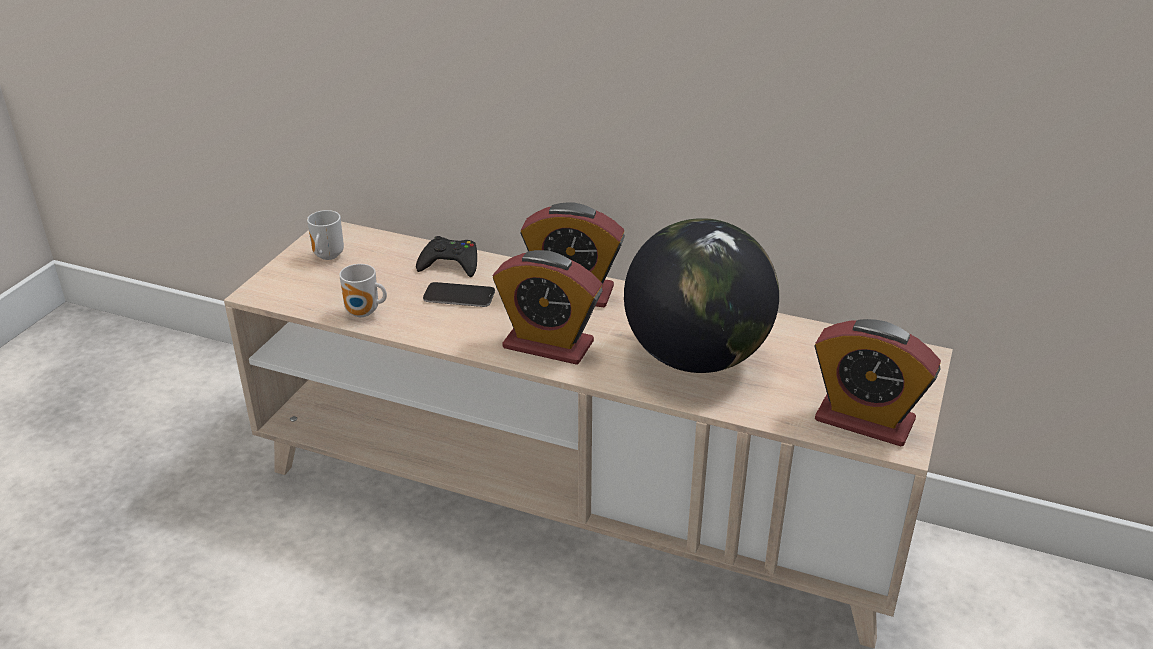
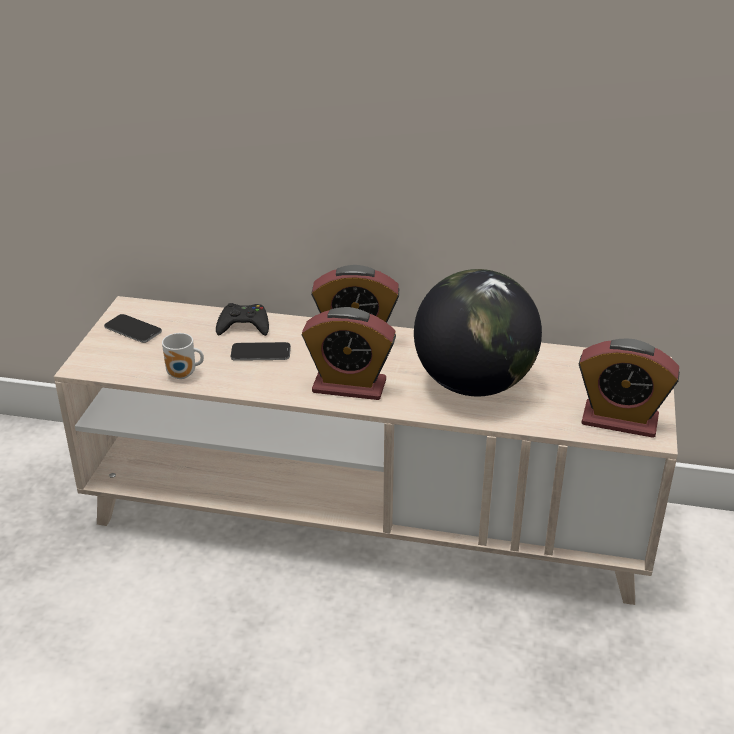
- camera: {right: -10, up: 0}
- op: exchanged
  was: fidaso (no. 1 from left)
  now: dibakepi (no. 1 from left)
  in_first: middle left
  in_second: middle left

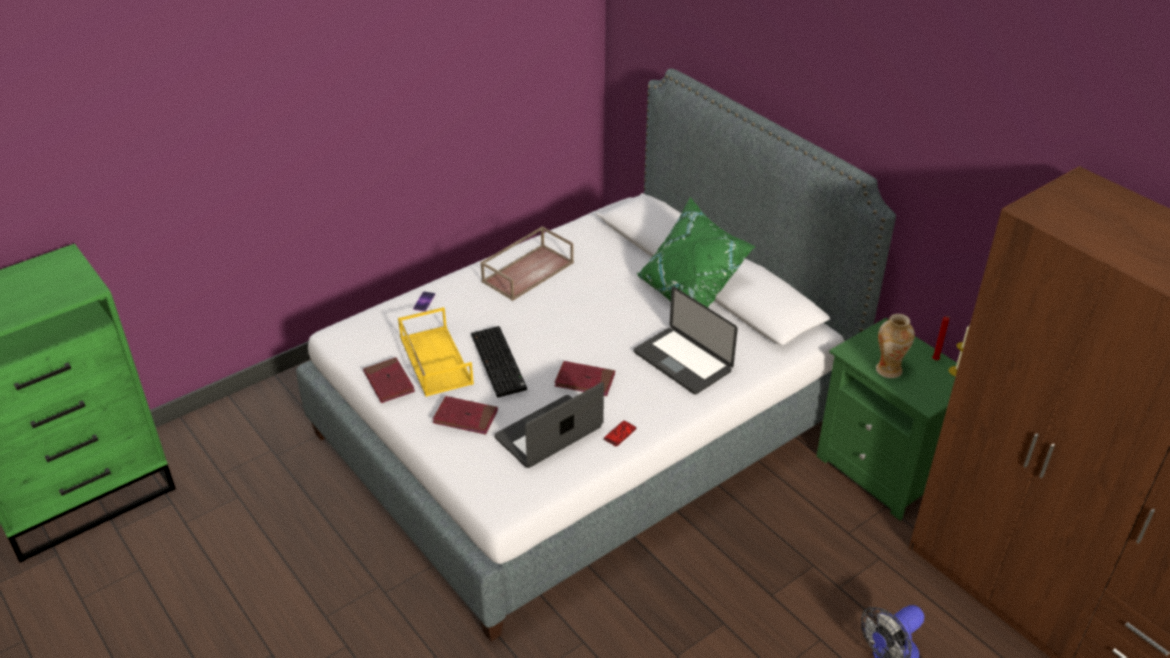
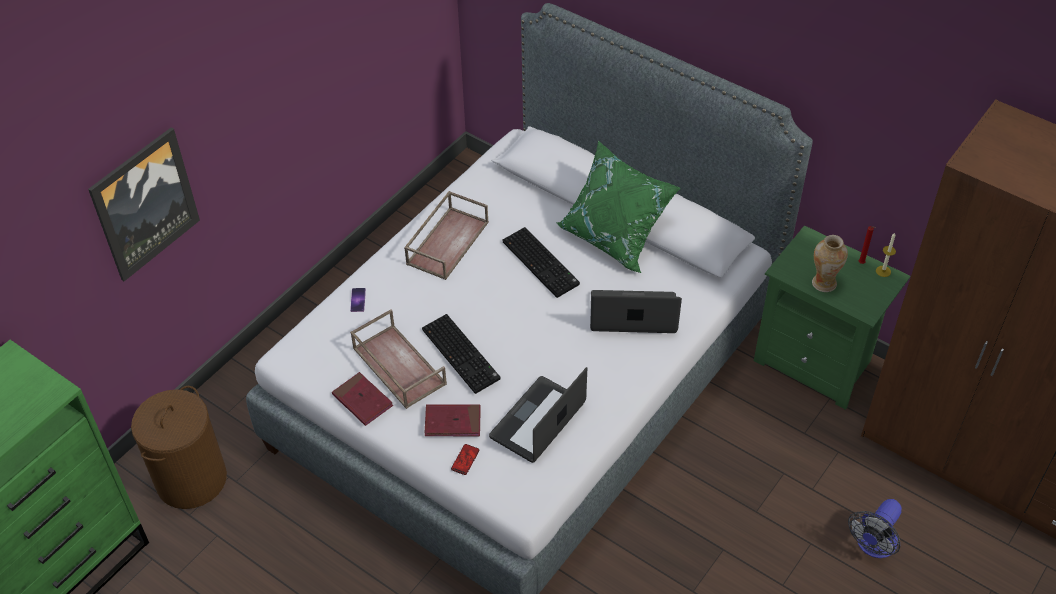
- camera: {right: -15, up: 10}
- op: missing
  was: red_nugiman (no. 3 from left)
  in_first: centre
- op: appeared
  now: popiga
  in_second: middle left
- op: appeared
  now: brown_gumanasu
  in_second: bottom left
- op: appeared
  now: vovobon (no. 2 from left)
  in_second: centre
- op: relocated
  was: dibakepi (no. 2 from left)
  in_first: centre
  in_second: bottom centre
- op: colour
  was: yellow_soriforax
  now: brown_soriforax (no. 1 from left)
  in_first: centre
  in_second: centre
- op: spun
  was: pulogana (no. 2 from left)
  in_first: centre
  in_second: centre
  clockwise: 150

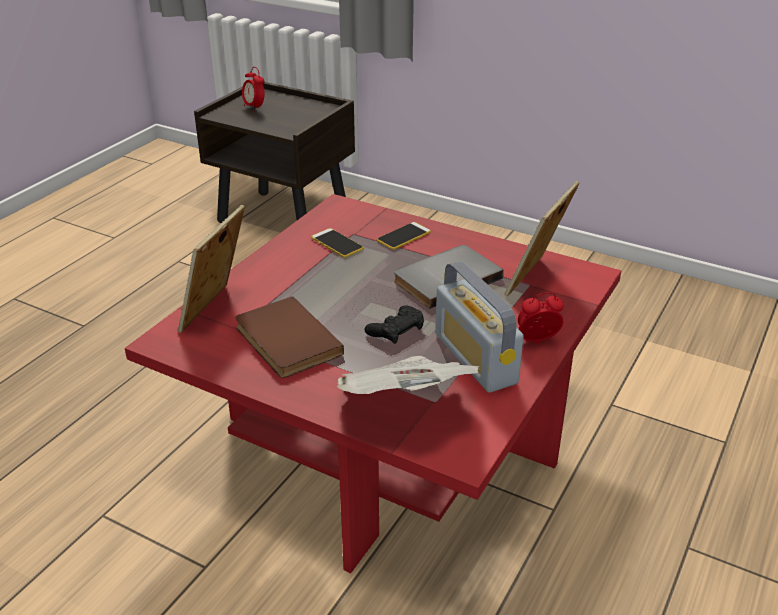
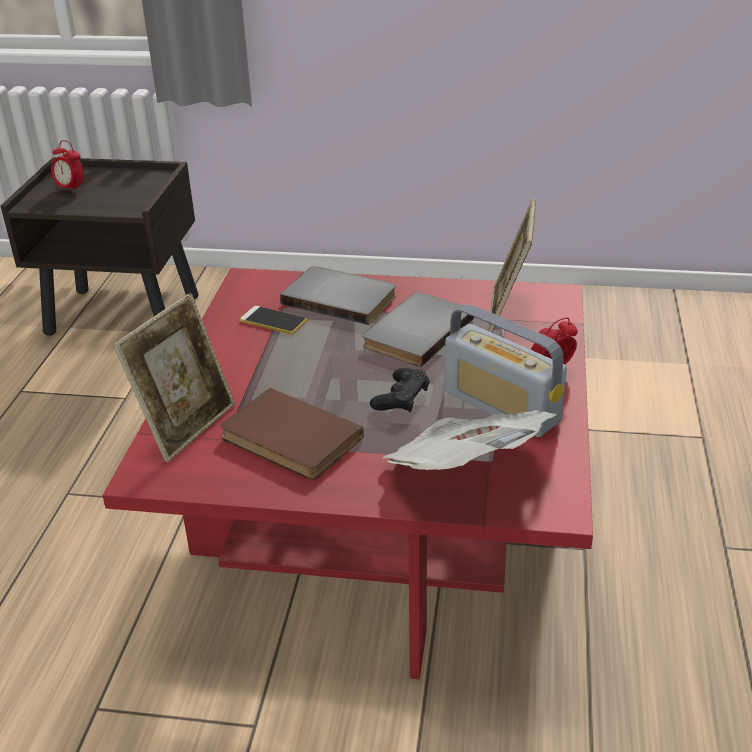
- camera: {right: -20, up: 0}
- op: exchanged
  was: dibakepi (no. 2 from left)
  now: grey_nugiman (no. 1 from left)
  in_first: centre
  in_second: centre
- op: spun
  was: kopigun (no. 1 from left)
  in_first: middle left
  in_second: middle left
  clockwise: -150

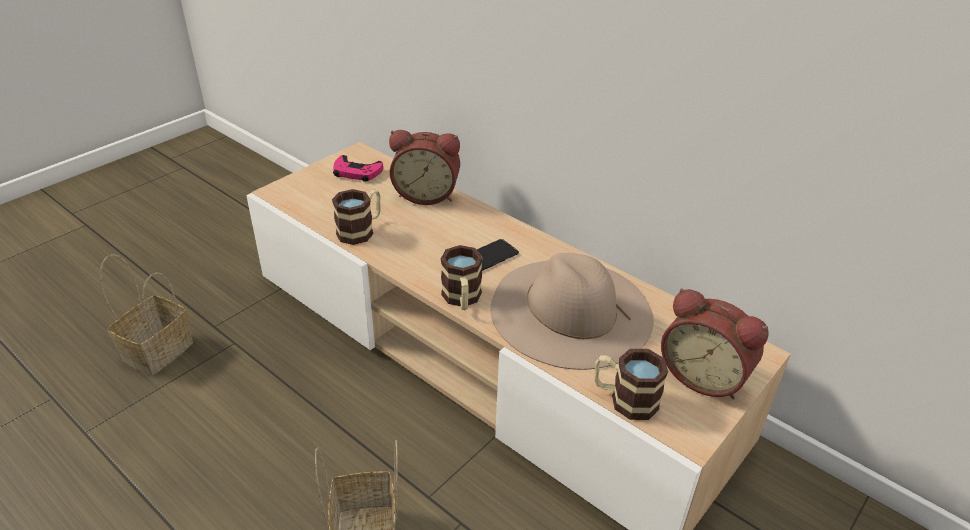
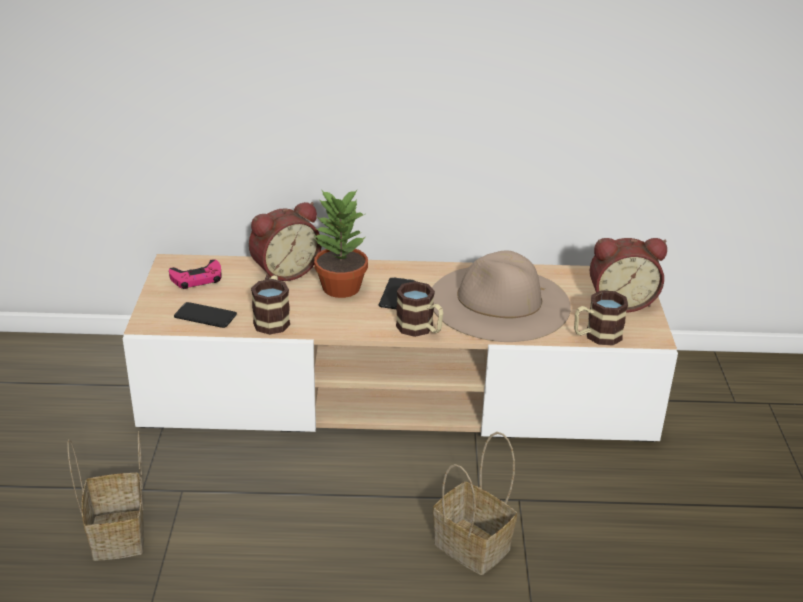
- camera: {right: -40, up: -5}
- op: appeared
  now: dibakepi (no. 1 from left)
  in_second: middle left
- op: appeared
  now: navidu
  in_second: centre

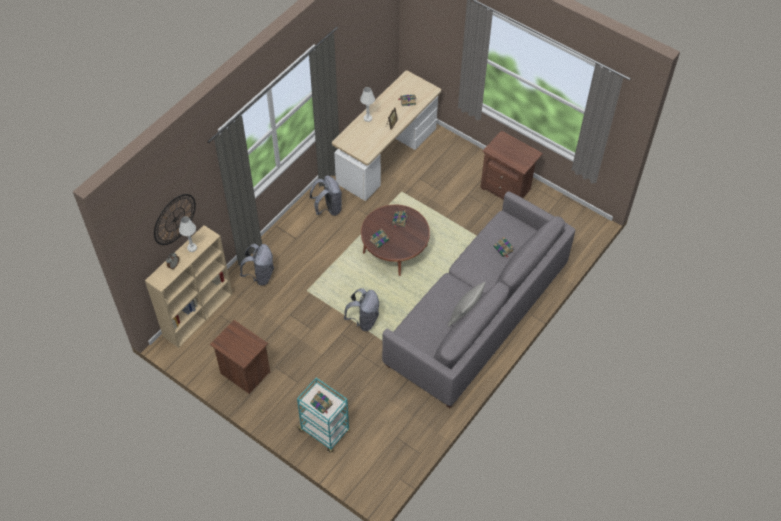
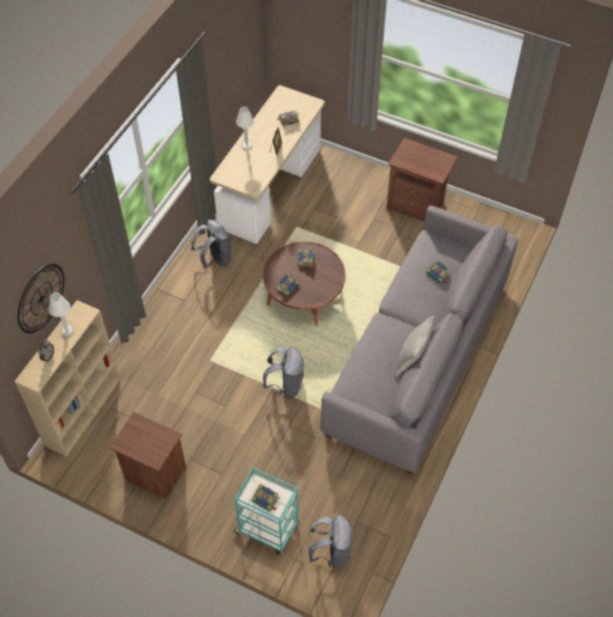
- camera: {right: -10, up: 0}
- op: relocated
  was: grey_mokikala (no. 1 from left in the first image)
  now: grey_mokikala (no. 3 from left)
  in_first: middle left
  in_second: bottom centre

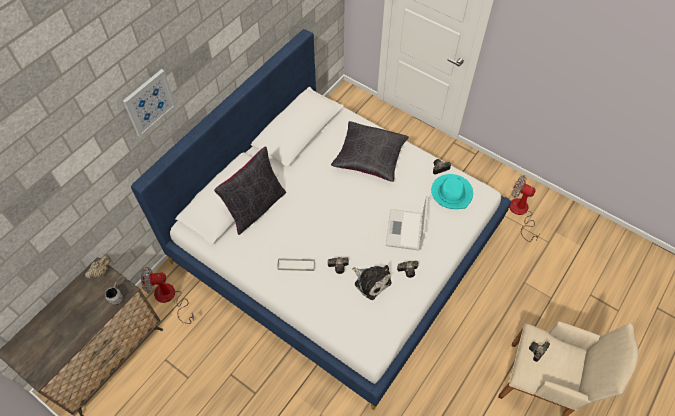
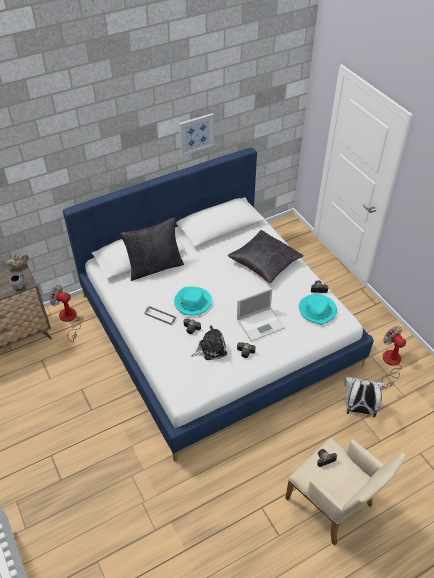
- camera: {right: 25, up: -10}
- op: appeared
  now: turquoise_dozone (no. 1 from left)
  in_second: centre
- op: appeared
  now: white_mokikala
  in_second: bottom right
- op: relocated
  was: popiga
  in_first: top left
  in_second: top centre
- op: spun
  was: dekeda
  in_first: bottom centre
  in_second: centre
  clockwise: -90
- op: spun
  was: pulogana
  in_first: centre
  in_second: centre
  clockwise: -150

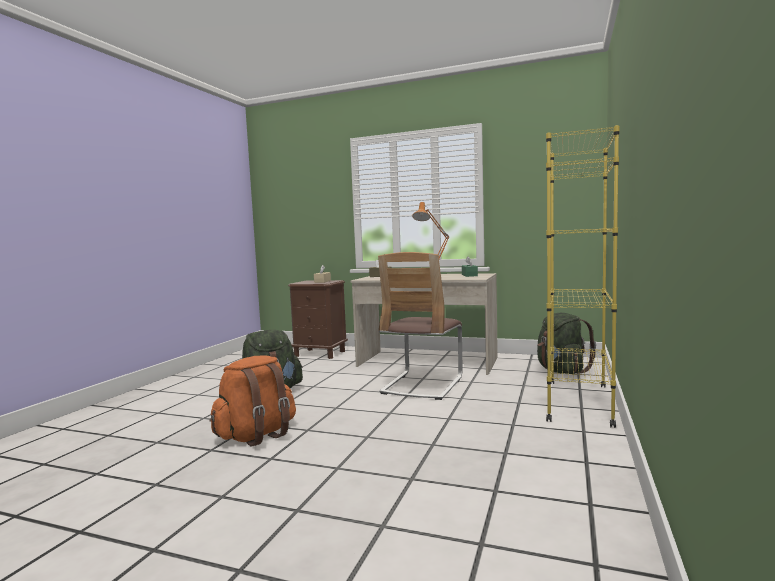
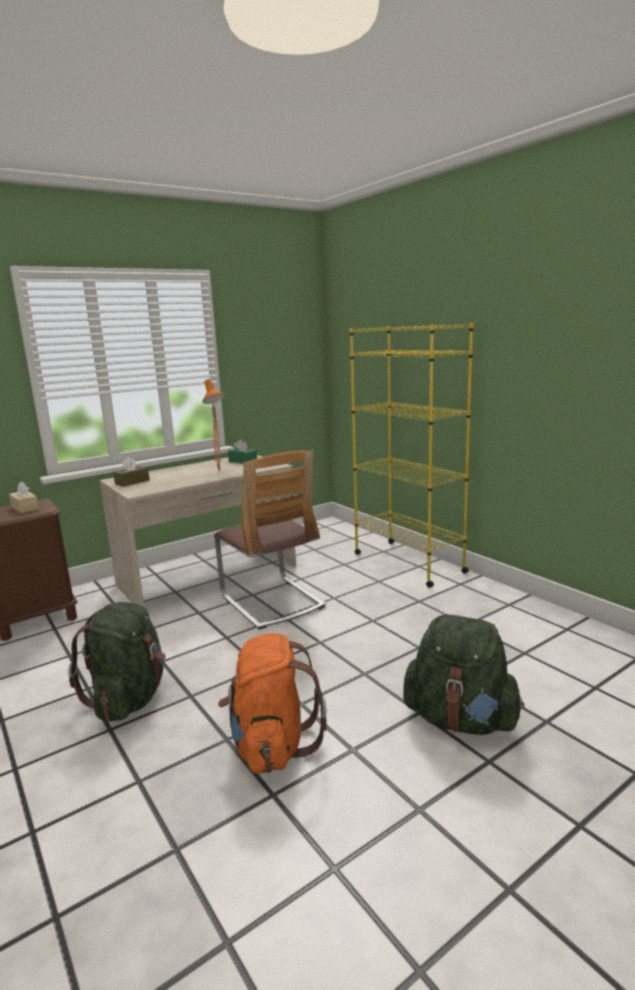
- camera: {right: -55, up: 10}
- op: relocated
  was: green_mokikala (no. 2 from left)
  in_first: middle right
  in_second: bottom right

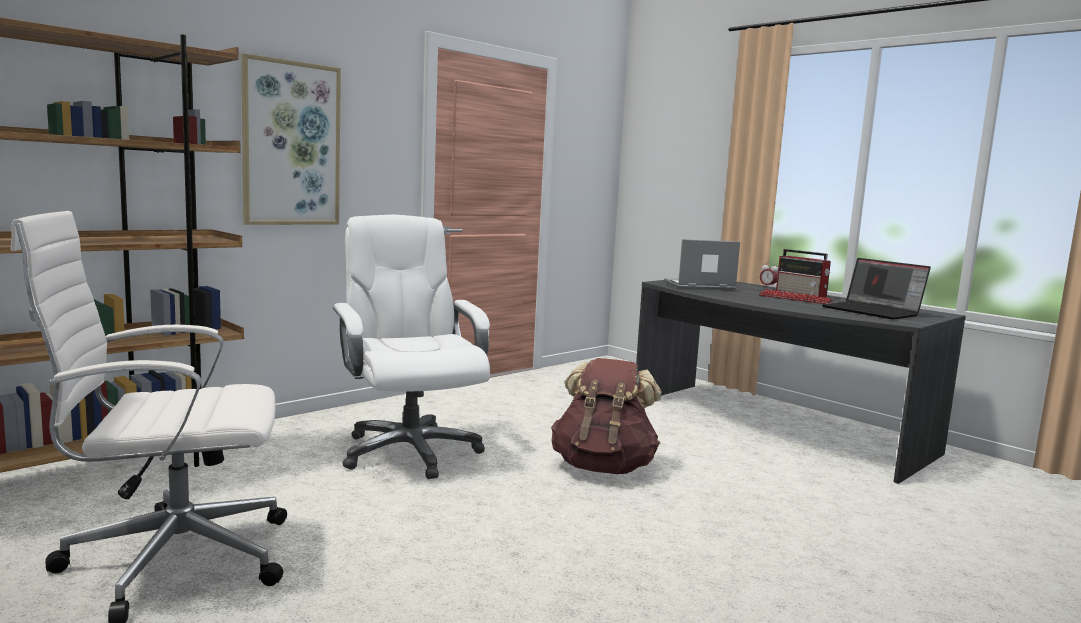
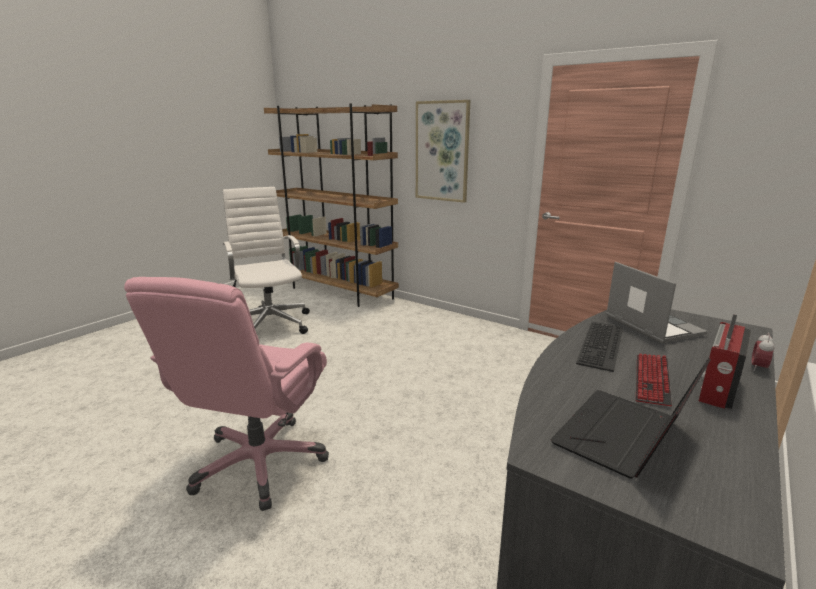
- camera: {right: 80, up: 10}
- op: missing
  was: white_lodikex (no. 2 from left)
  in_first: centre
- op: missing
  was: brown_mokikala
  in_first: bottom centre
- op: appeared
  now: pink_lodikex
  in_second: bottom left
- op: appeared
  now: vovobon (no. 1 from left)
  in_second: middle right

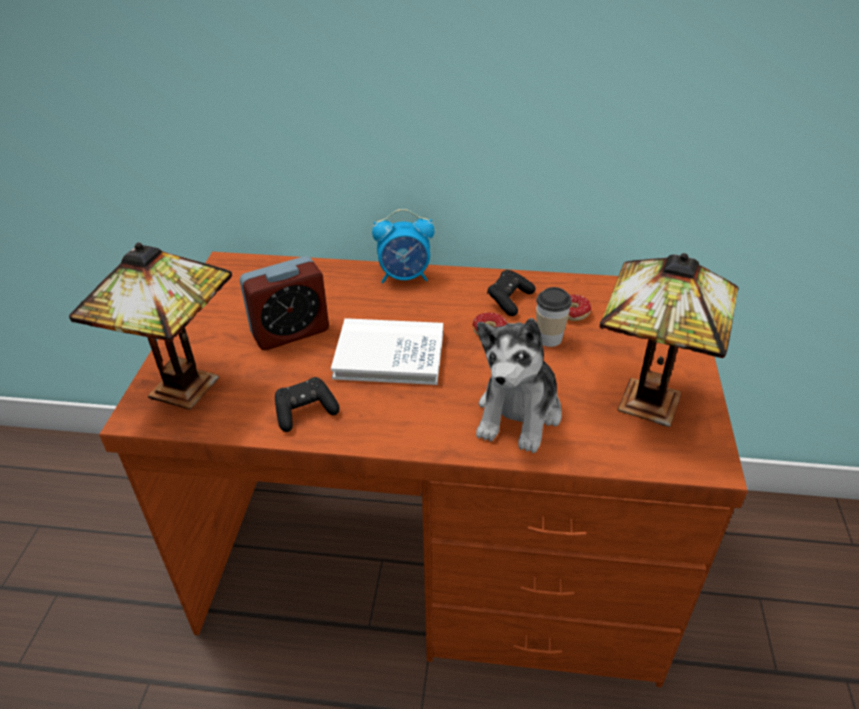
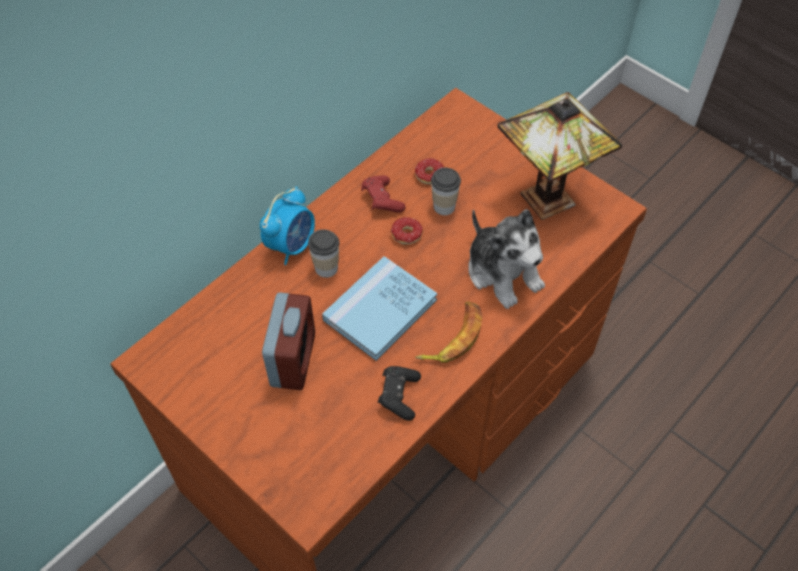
- camera: {right: -55, up: 15}
- op: missing
  was: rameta (no. 1 from left)
  in_first: middle left
- op: appeared
  now: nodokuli (no. 1 from left)
  in_second: centre
- op: appeared
  now: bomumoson
  in_second: centre
- op: colour
  was: white_nugiman
  now: blue_nugiman
  in_first: centre
  in_second: centre
- op: colour
  was: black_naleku (no. 2 from left)
  now: red_naleku
  in_first: centre
  in_second: centre

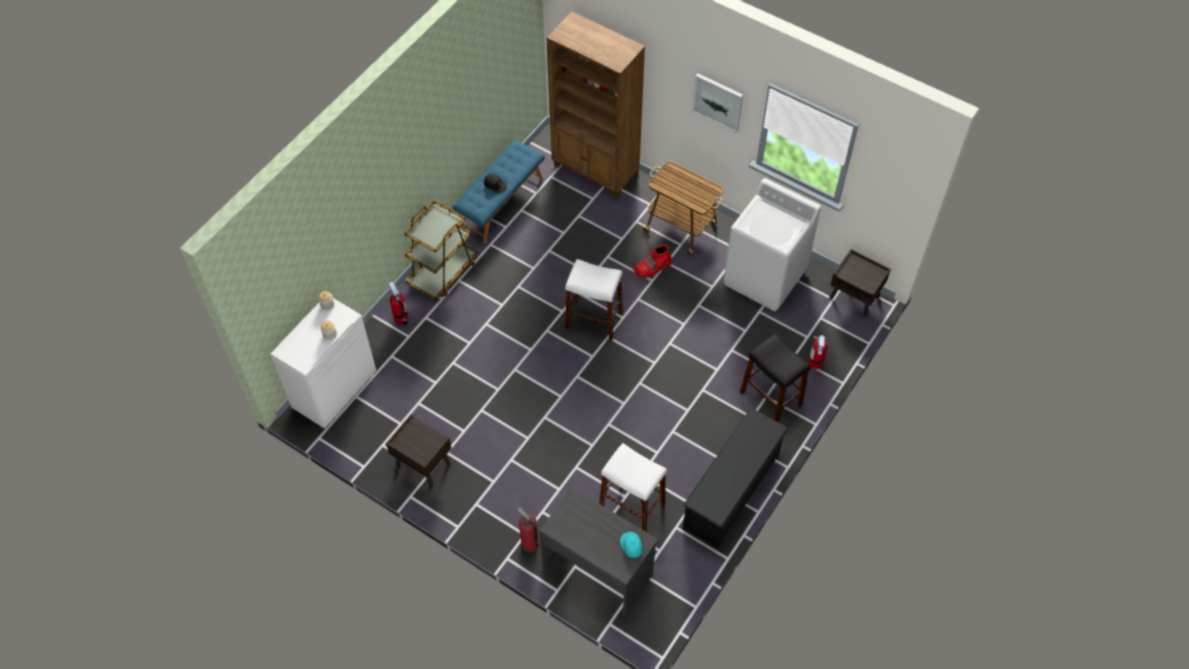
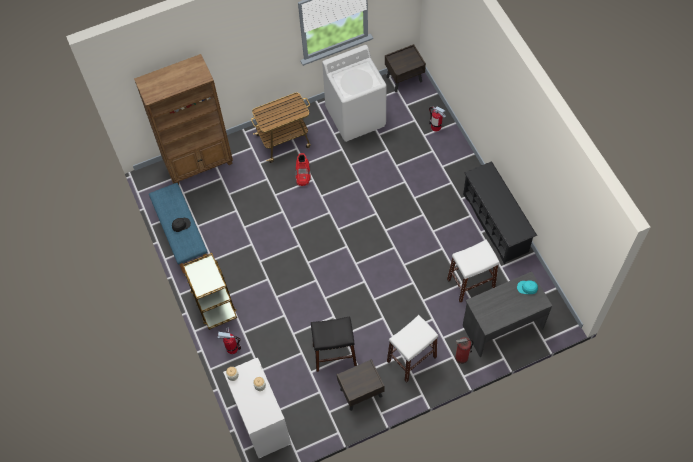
- camera: {right: -55, up: 5}
- op: missing
  was: popiga
  in_first: top centre
- op: relocated
  was: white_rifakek (no. 1 from left)
  in_first: centre
  in_second: bottom centre
- op: relocated
  was: black_rifakek
  in_first: centre
  in_second: bottom centre

